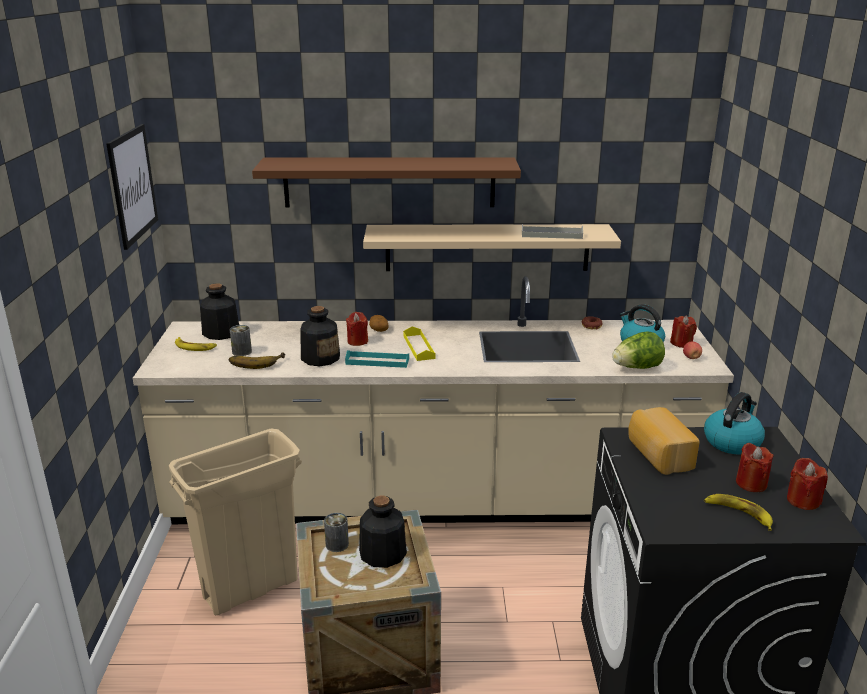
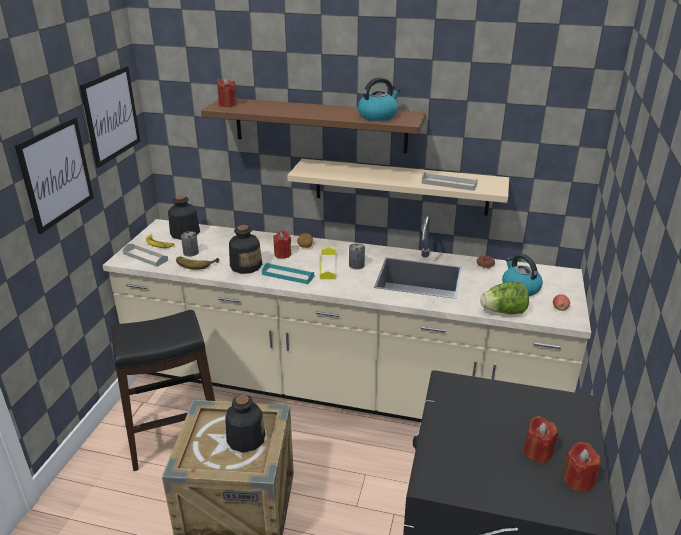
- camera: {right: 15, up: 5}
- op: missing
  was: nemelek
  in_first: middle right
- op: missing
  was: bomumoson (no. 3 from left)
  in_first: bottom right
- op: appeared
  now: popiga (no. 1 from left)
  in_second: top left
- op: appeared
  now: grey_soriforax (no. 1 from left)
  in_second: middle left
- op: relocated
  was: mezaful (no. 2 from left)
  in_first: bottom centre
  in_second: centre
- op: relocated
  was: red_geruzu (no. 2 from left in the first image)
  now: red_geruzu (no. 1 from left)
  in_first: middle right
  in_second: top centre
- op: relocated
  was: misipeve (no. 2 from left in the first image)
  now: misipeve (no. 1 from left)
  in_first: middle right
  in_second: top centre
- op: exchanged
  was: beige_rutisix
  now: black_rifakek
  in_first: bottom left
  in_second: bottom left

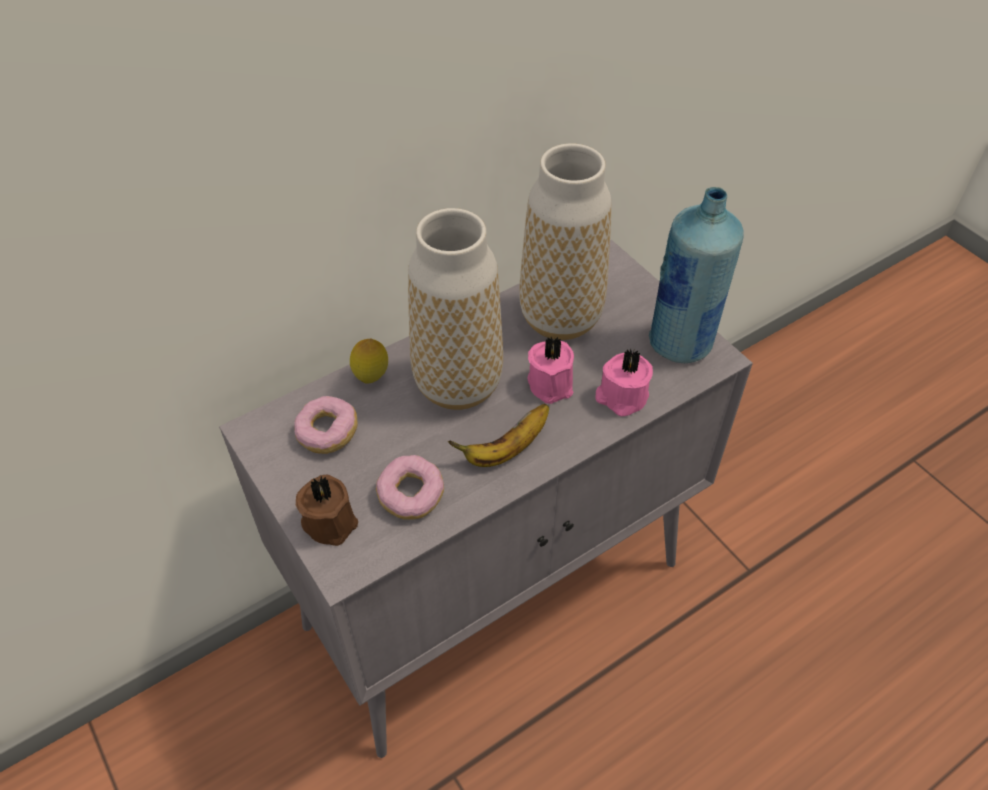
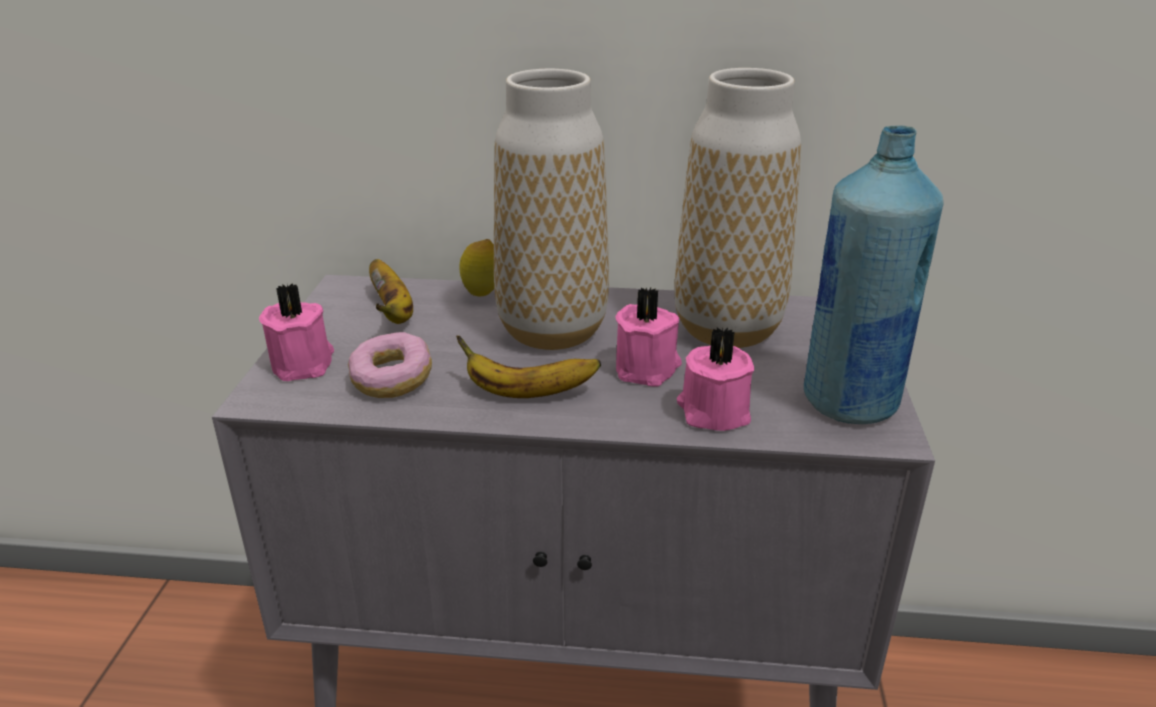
- camera: {right: 40, up: -20}
- op: exchanged
  was: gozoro (no. 1 from left)
  now: bomumoson (no. 1 from left)
  in_first: middle left
  in_second: centre
- op: colour
  was: brown_geruzu
  now: pink_geruzu (no. 1 from left)
  in_first: middle left
  in_second: middle left

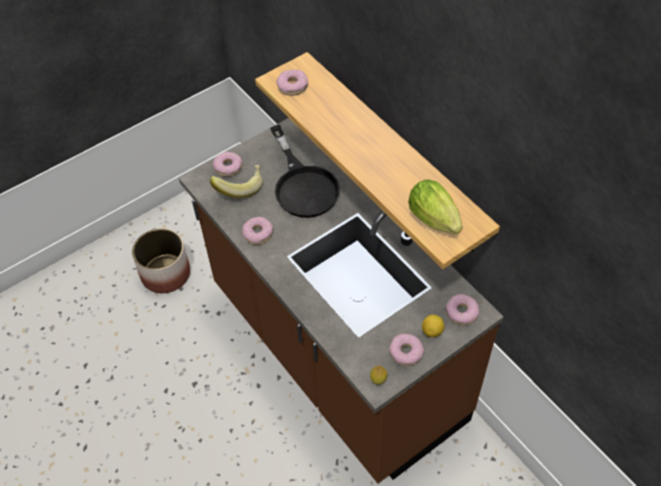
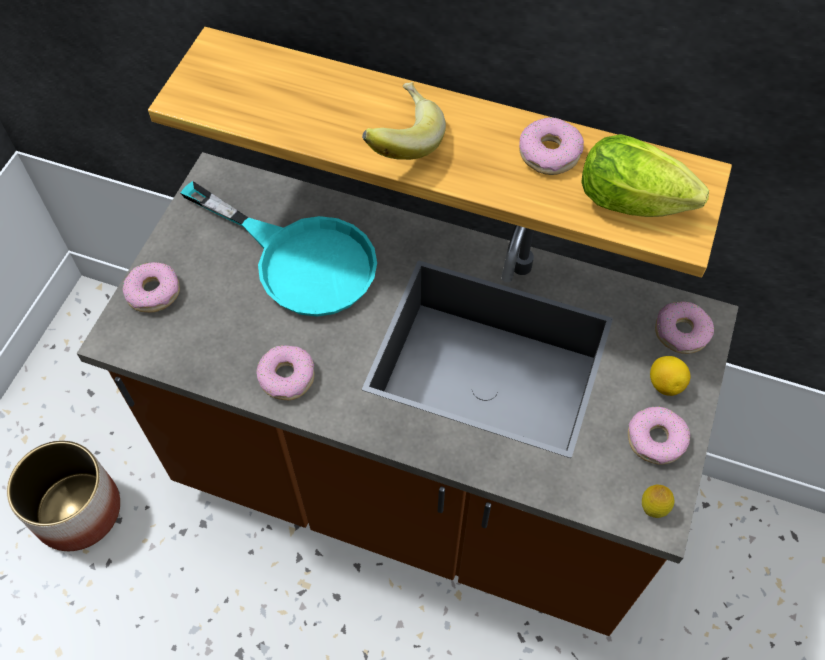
- camera: {right: -35, up: 5}
- op: relocated
  was: bomumoson
  in_first: centre
  in_second: top centre
- op: relocated
  was: gozoro (no. 3 from left)
  in_first: top centre
  in_second: top right
- op: colour
  was: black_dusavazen
  now: turquoise_dusavazen
  in_first: centre
  in_second: centre

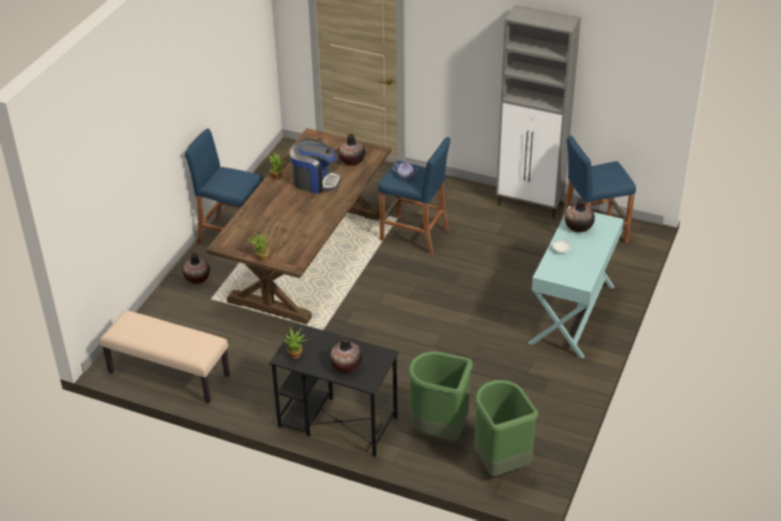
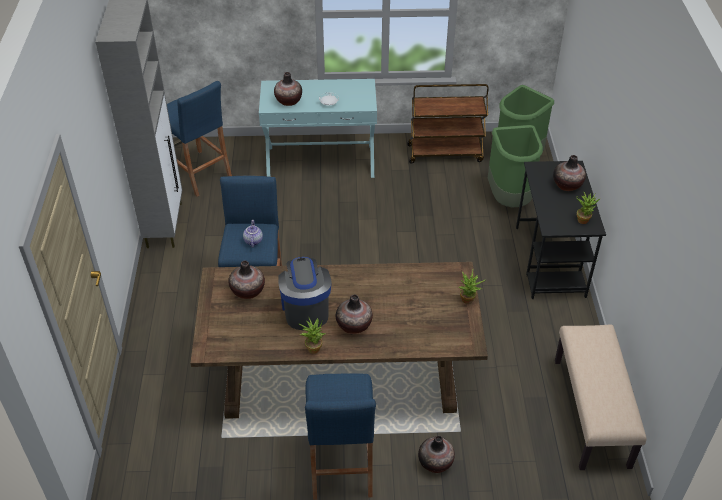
- camera: {right: -115, up: 5}
- op: appeared
  now: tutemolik (no. 3 from left)
  in_second: centre
- op: appeared
  now: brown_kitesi
  in_second: top centre

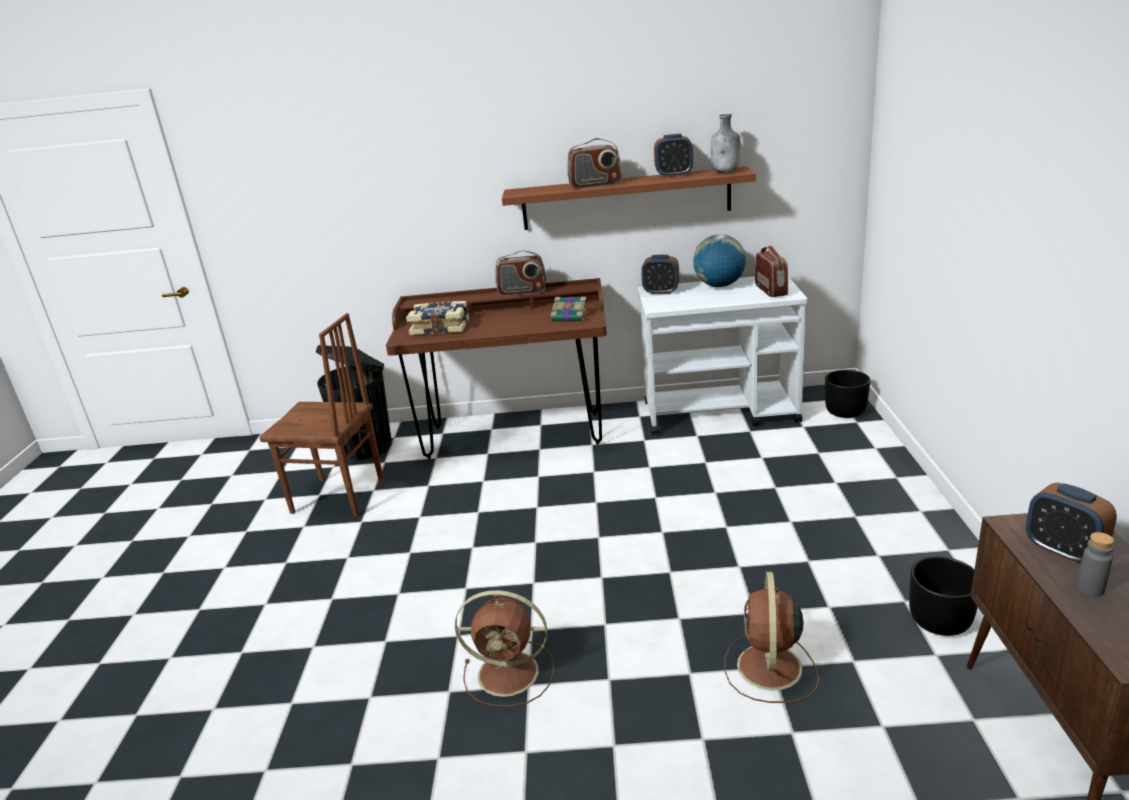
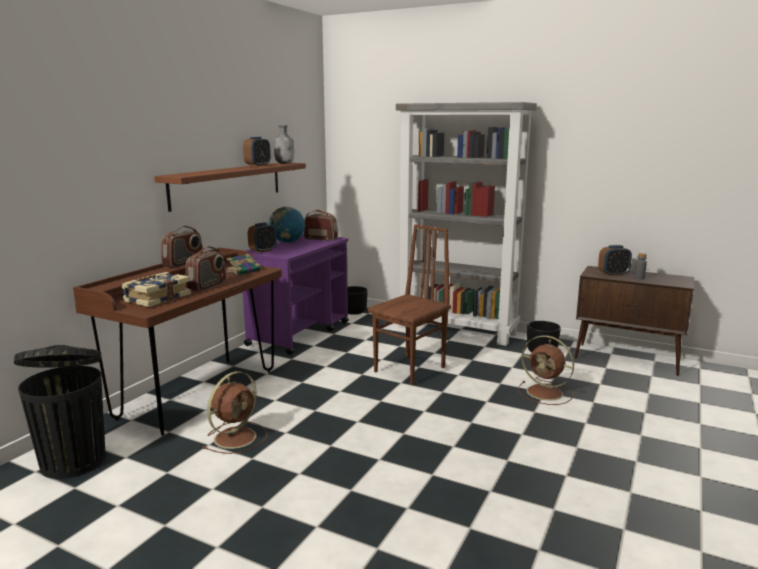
- camera: {right: -65, up: -10}
- op: appeared
  now: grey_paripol
  in_second: centre
- op: relocated
  was: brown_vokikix
  in_first: middle left
  in_second: centre
- op: relocated
  was: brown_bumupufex (no. 1 from left)
  in_first: bottom centre
  in_second: bottom left
- op: relocated
  was: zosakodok (no. 2 from left)
  in_first: top centre
  in_second: middle left
- op: colour
  was: white_kitesi
  now: purple_kitesi
  in_first: centre
  in_second: centre

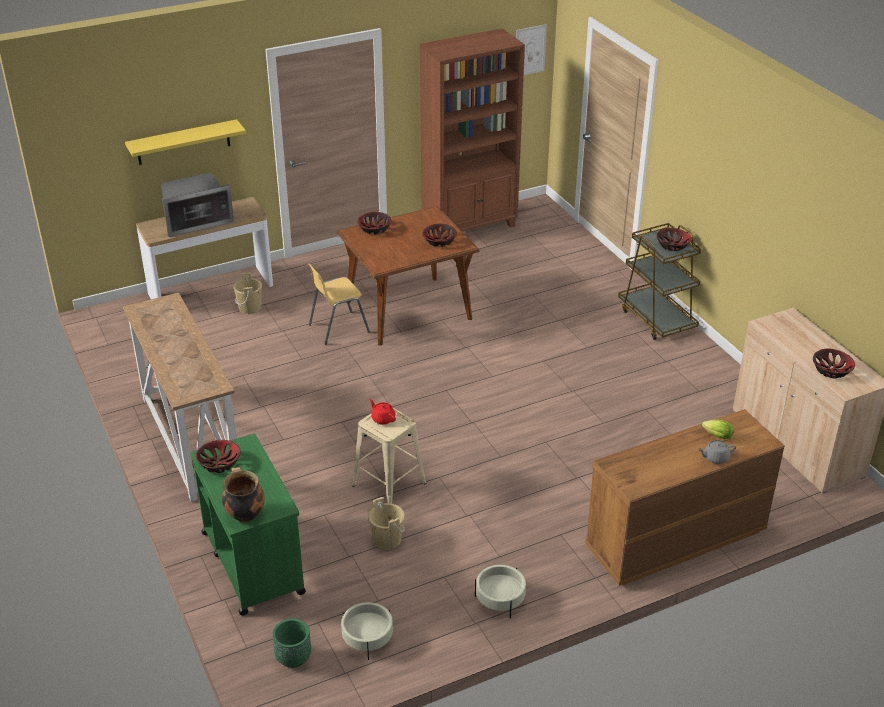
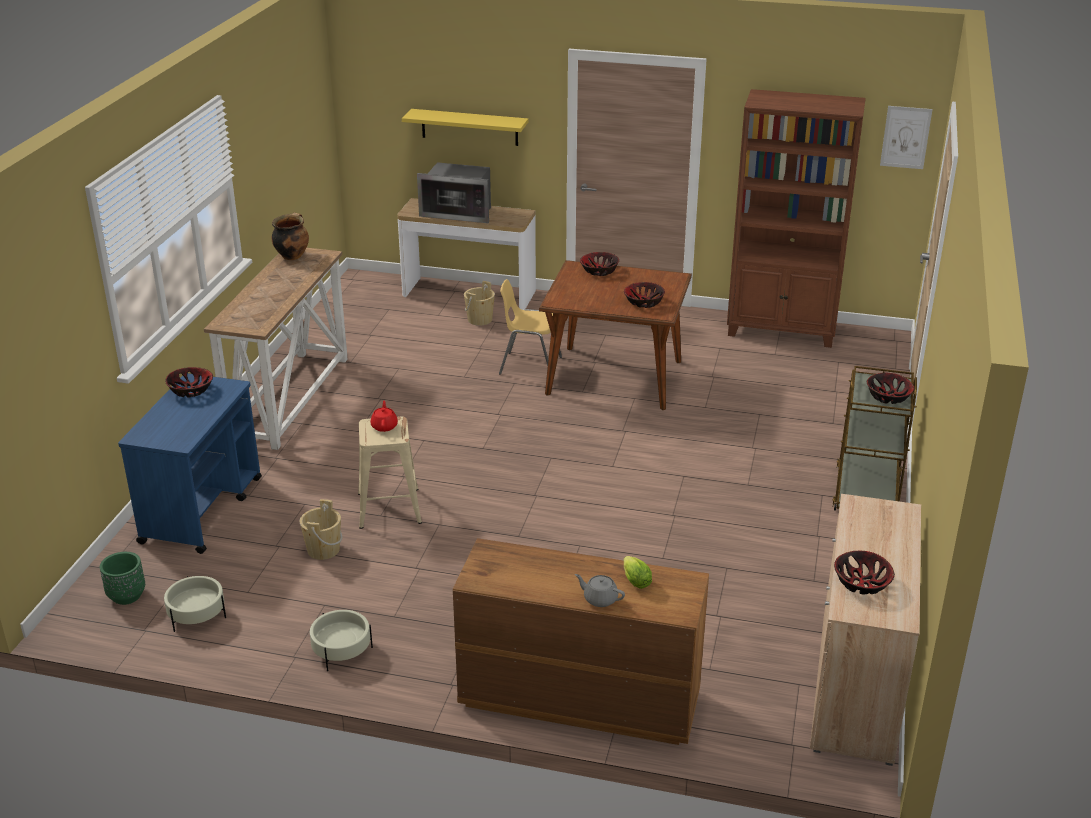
- camera: {right: 40, up: -5}
- op: relocated
  was: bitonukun
  in_first: bottom left
  in_second: top left
- op: colour
  was: green_kitesi
  now: blue_kitesi
  in_first: bottom left
  in_second: middle left

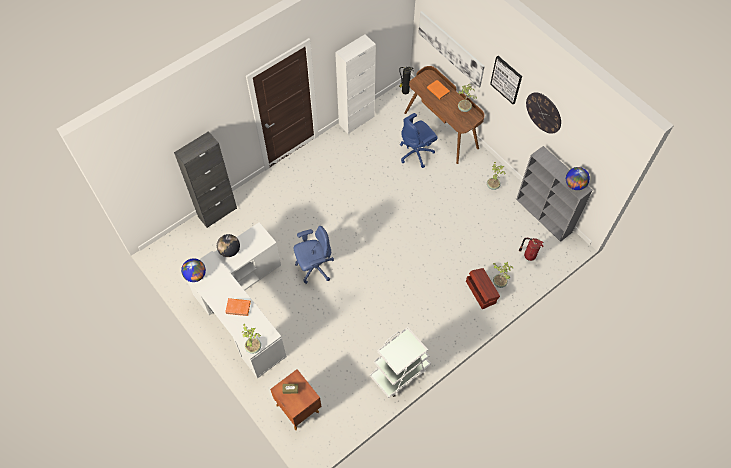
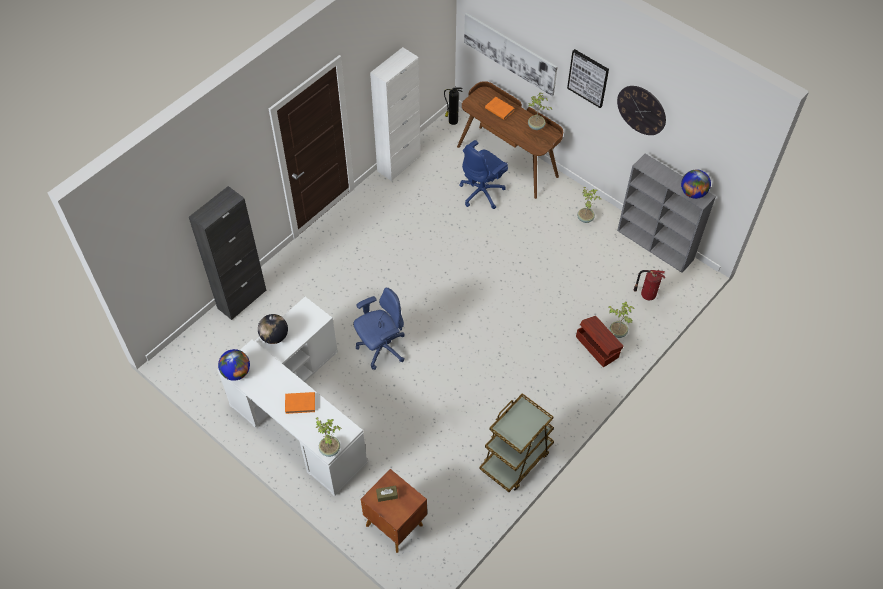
- camera: {right: -10, up: -5}
- op: colour
  was: white_kitesi
  now: brown_kitesi
  in_first: bottom centre
  in_second: bottom centre

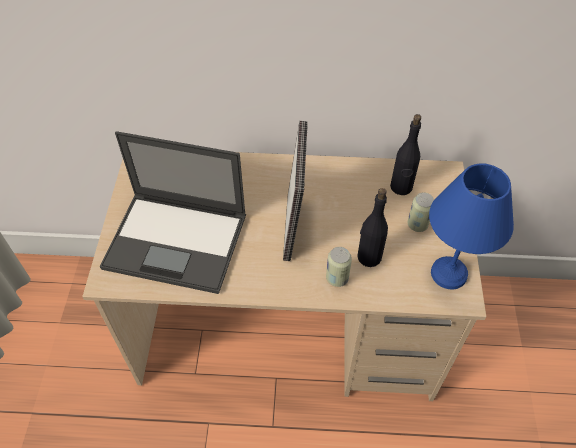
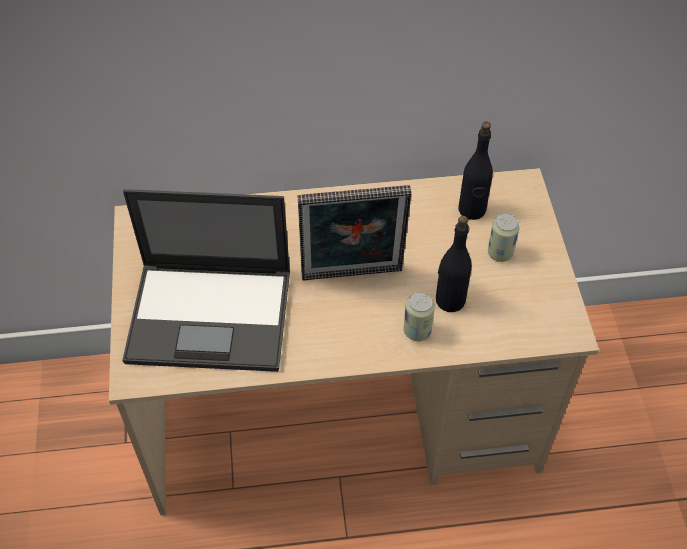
- camera: {right: -10, up: 0}
- op: missing
  was: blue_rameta
  in_first: middle right
- op: spun
  was: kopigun
  in_first: centre
  in_second: centre
  clockwise: 90

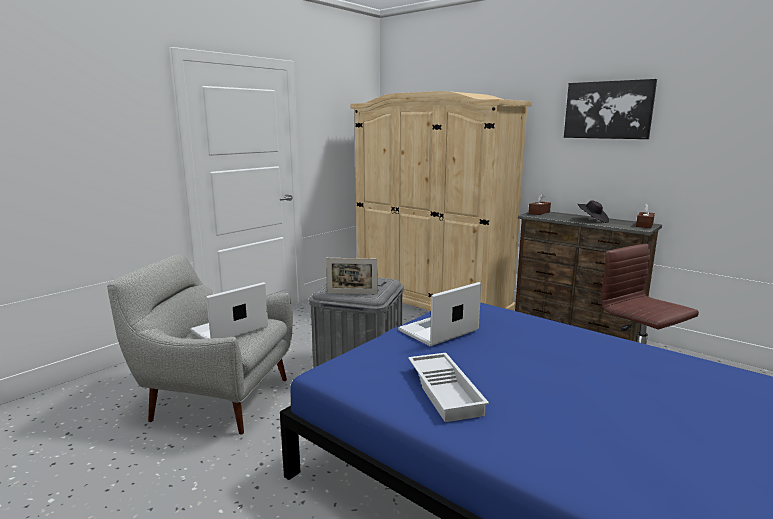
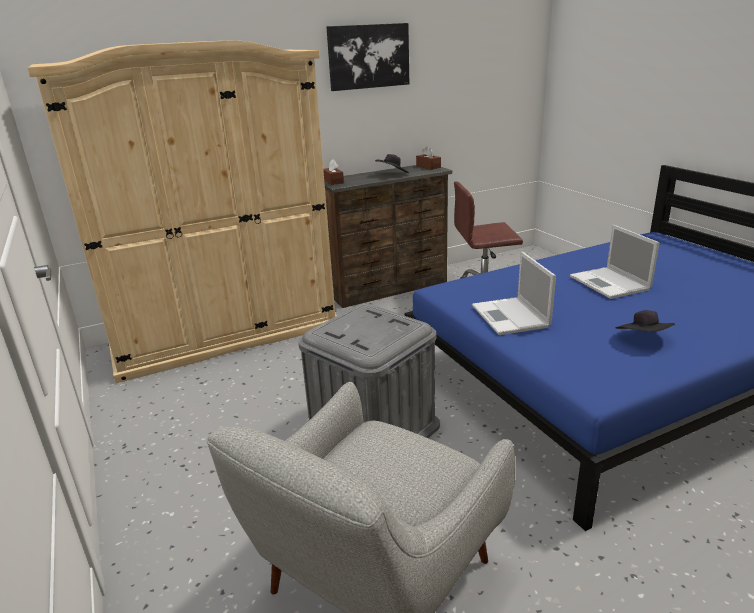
- camera: {right: -65, up: 10}
- op: missing
  was: kopigun
  in_first: centre
- op: relocated
  was: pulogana (no. 1 from left in the first image)
  now: pulogana (no. 2 from left)
  in_first: middle left
  in_second: middle right
- op: exchanged
  was: white_soriforax
  now: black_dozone (no. 2 from left)
  in_first: bottom centre
  in_second: middle right

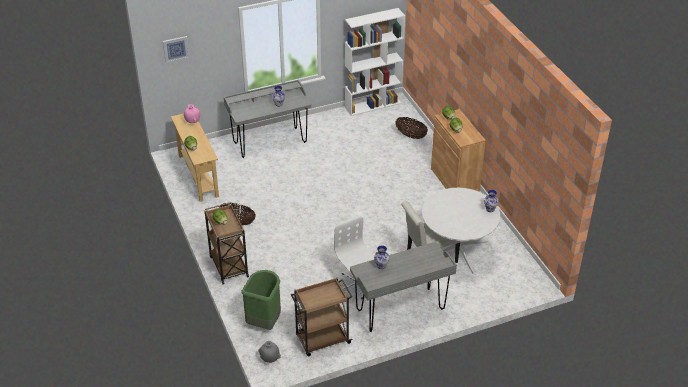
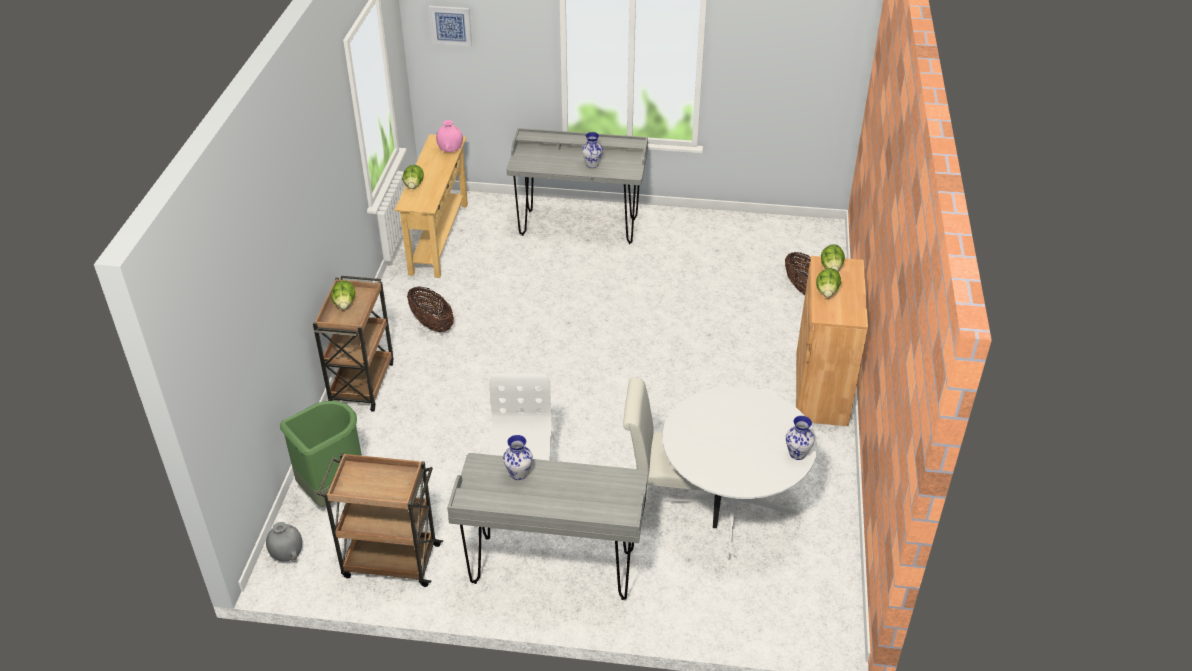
- camera: {right: 30, up: 0}
- op: missing
  was: white_paripol
  in_first: top centre

